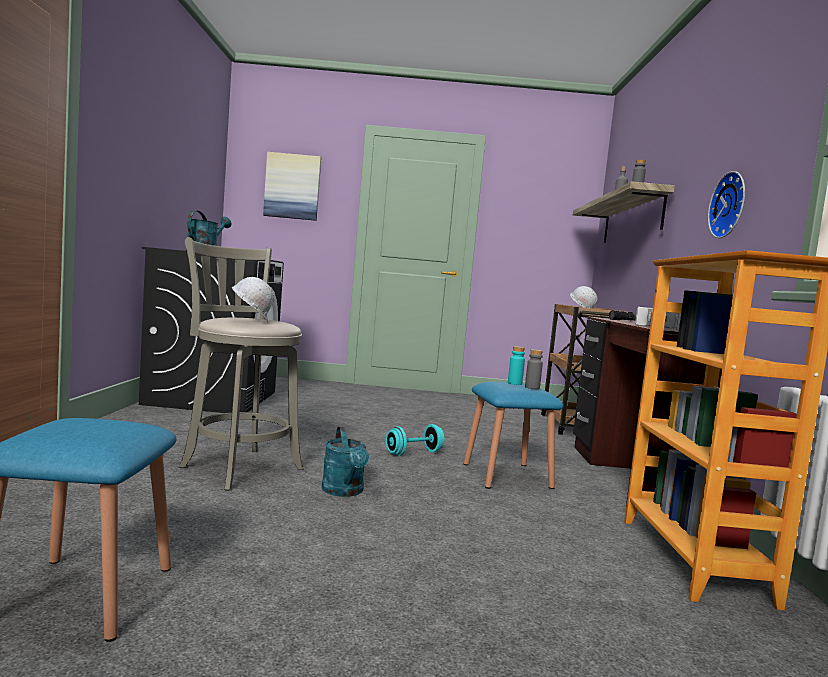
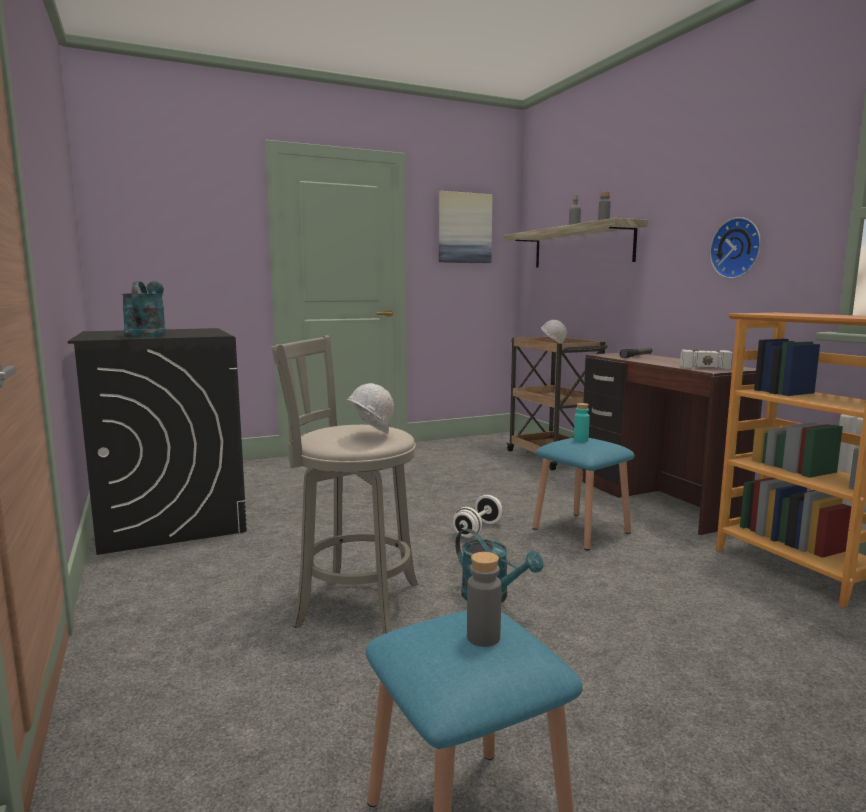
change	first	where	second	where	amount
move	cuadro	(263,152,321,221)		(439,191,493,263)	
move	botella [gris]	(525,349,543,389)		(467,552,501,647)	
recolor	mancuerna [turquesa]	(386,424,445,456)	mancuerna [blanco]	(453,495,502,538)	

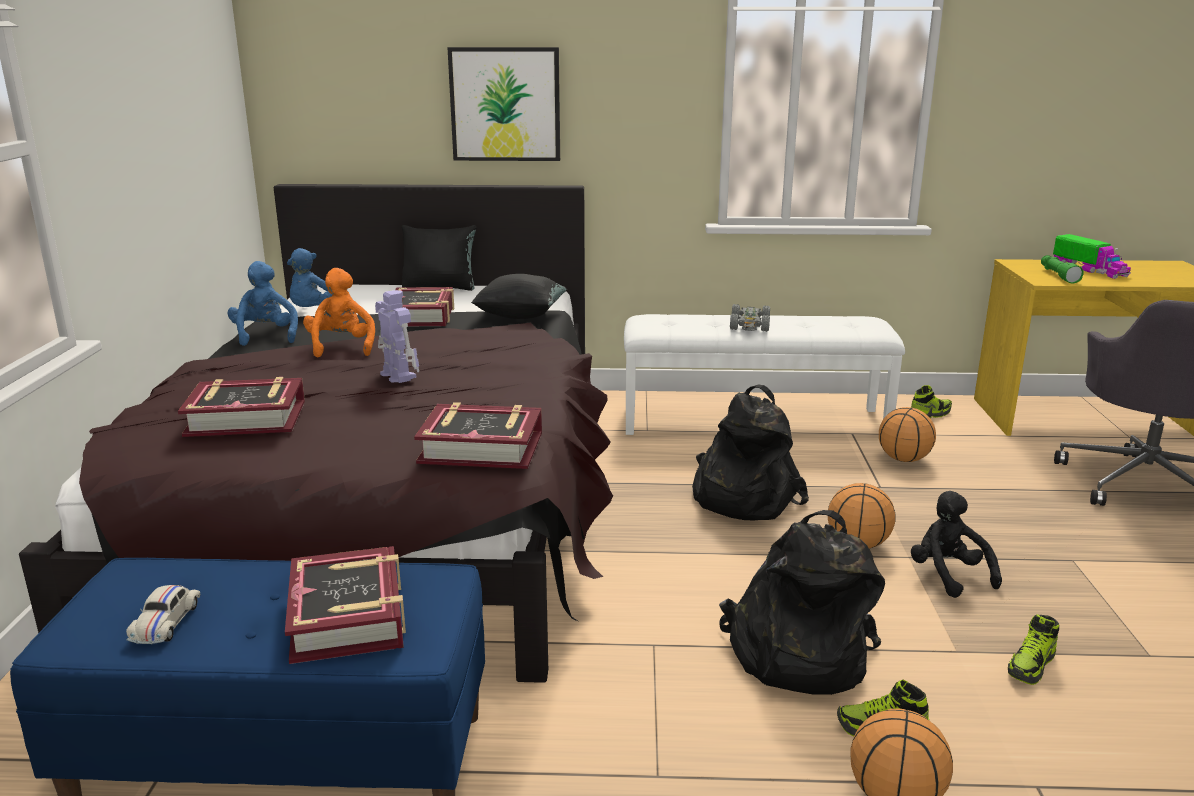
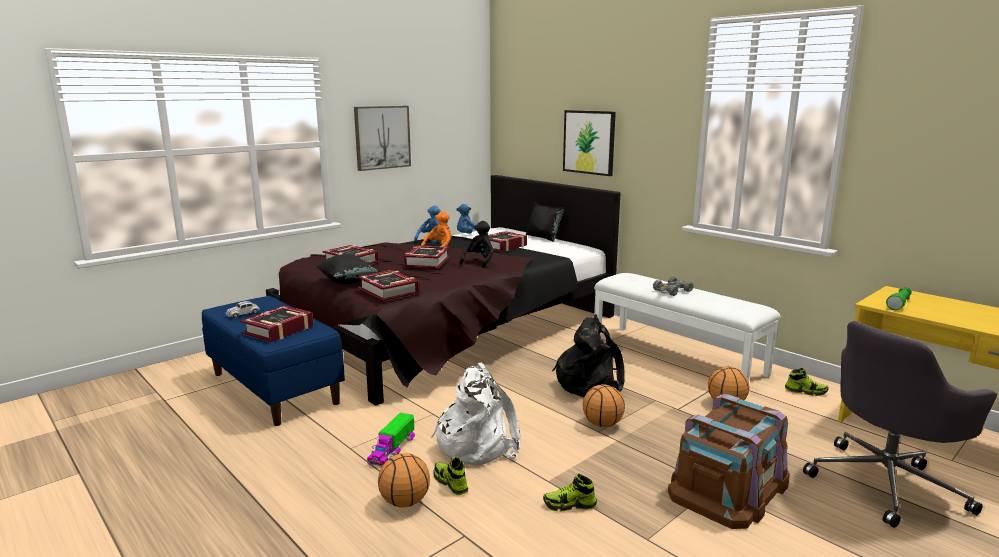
change	first	where	second	where	amount
insert			cuadro	(354,106,411,171)	
insert			caja de almacenaje [marrón]	(668,394,790,529)	
move	cojín [negro]	(471,274,567,319)		(316,254,381,284)	
move	peluche [negro]	(911,491,1002,598)		(460,221,494,268)	
move	camión de juguete	(1053,234,1131,279)		(367,412,415,467)	
replace	robot de juguete	(375,290,419,383)	libro	(404,245,450,269)	
recolor	mochila [negro]	(719,510,885,695)	mochila [blanco]	(431,363,521,466)	

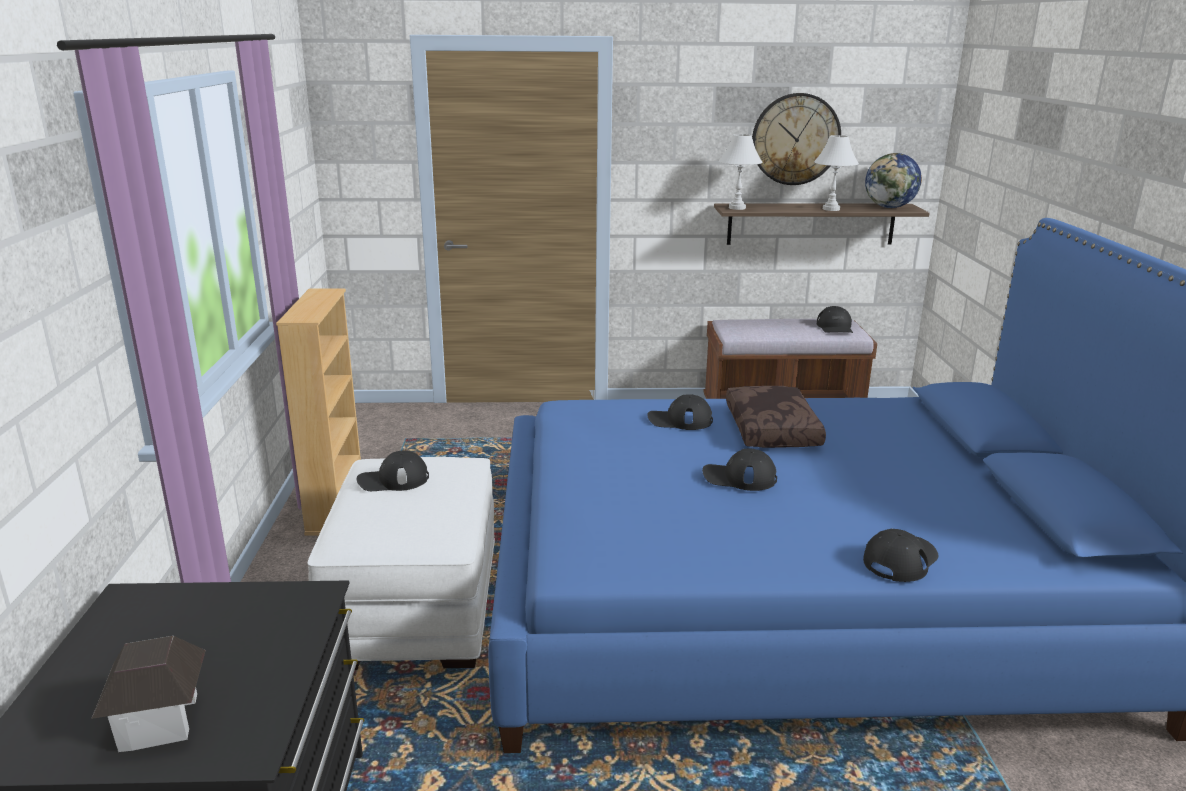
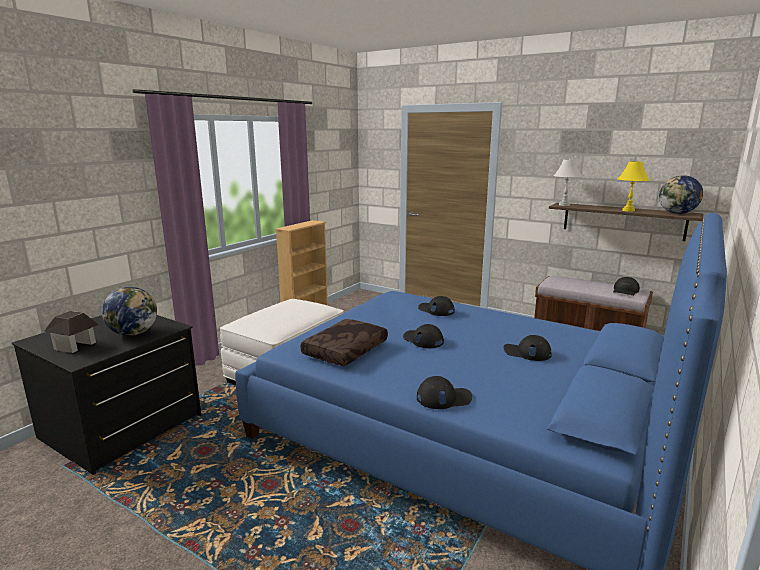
change	first	where	second	where	amount
delete	reloj de pared	(752,93,841,185)			
insert			globo terráqueo	(102,287,157,336)	
move	gorra [negro]	(357,451,429,491)		(503,335,552,361)	
move	cojín [marrón]	(726,386,826,448)		(301,319,388,366)	
recolor	lámpara de mesa [blanco]	(814,135,859,211)	lámpara de mesa [amarillo]	(618,161,650,212)	

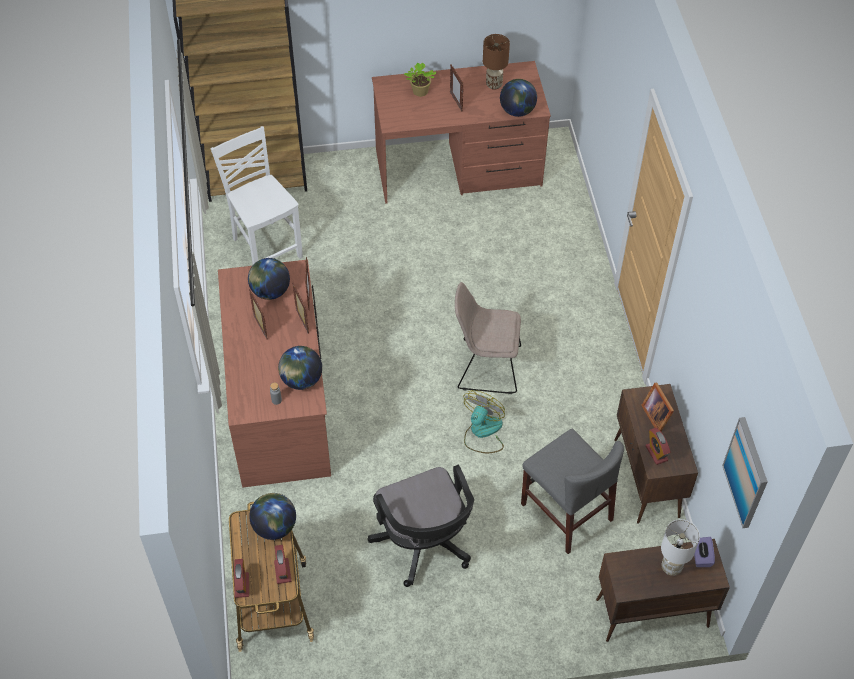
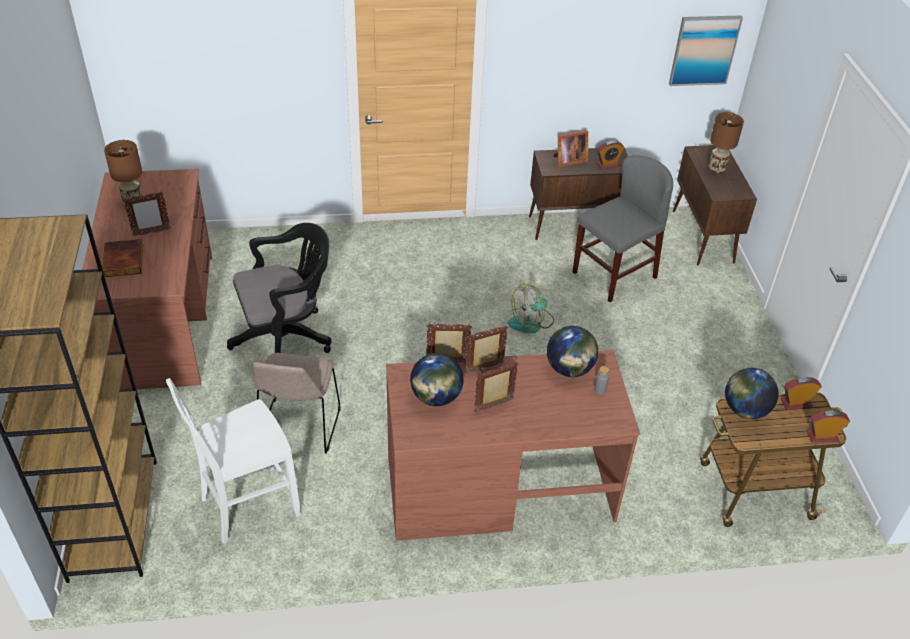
change	first	where	second	where	amount
delete	globo terráqueo	(500,79,537,117)			
delete	caja de pañuelos [morado]	(694,537,715,567)			
move	silla de oficina [negro]	(367,465,474,587)		(227,223,332,353)	
move	silla [beis]	(455,282,521,394)		(253,353,341,454)	
replace	planta en maceta	(404,63,436,96)	libro	(102,239,143,277)	
recolor	lámpara de mesa [blanco]	(661,519,700,576)	lámpara de mesa [marrón]	(709,112,744,173)	
rotate	ventilador	(464,390,505,453)		(508,283,554,333)	60 degrees counterclockwise

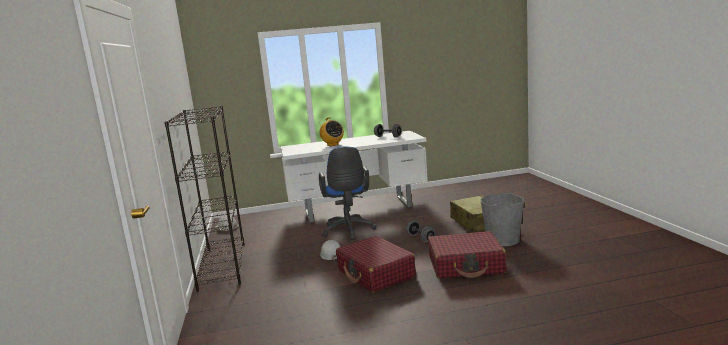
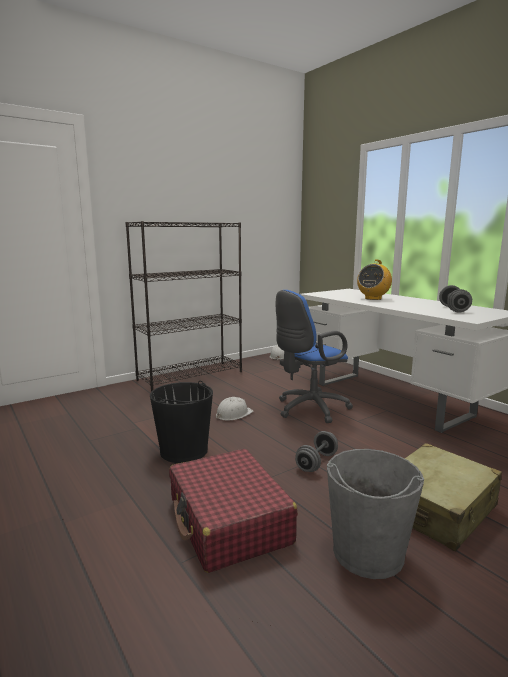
change	first	where	second	where	amount
replace	maleta [rojo]	(336,236,416,293)	cubo [negro]	(150,381,213,463)	

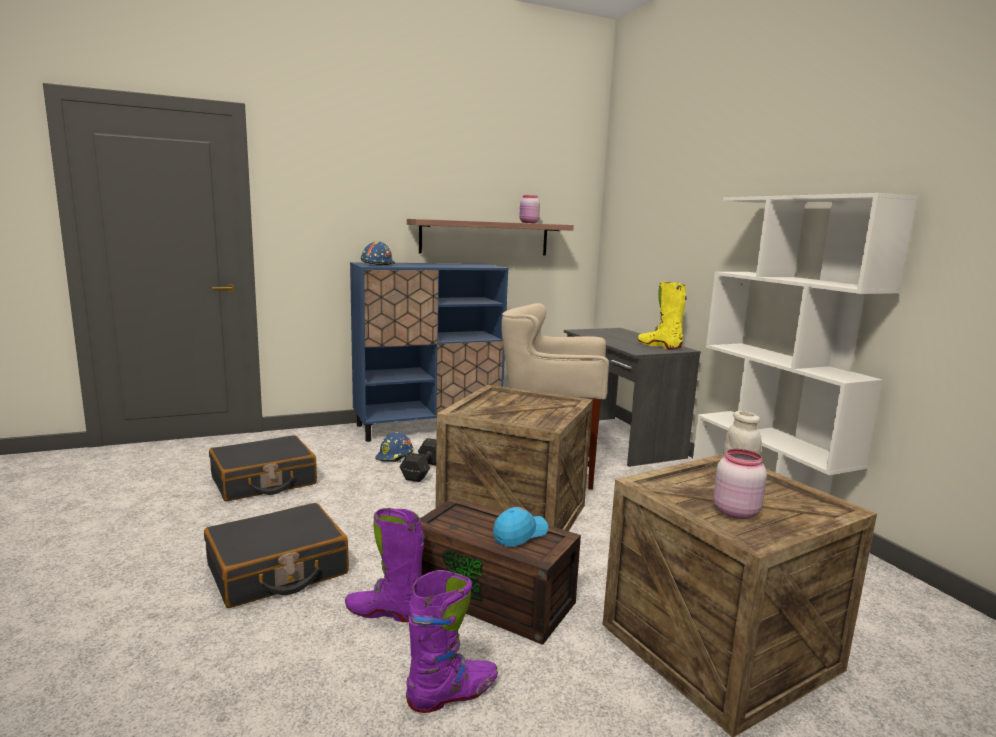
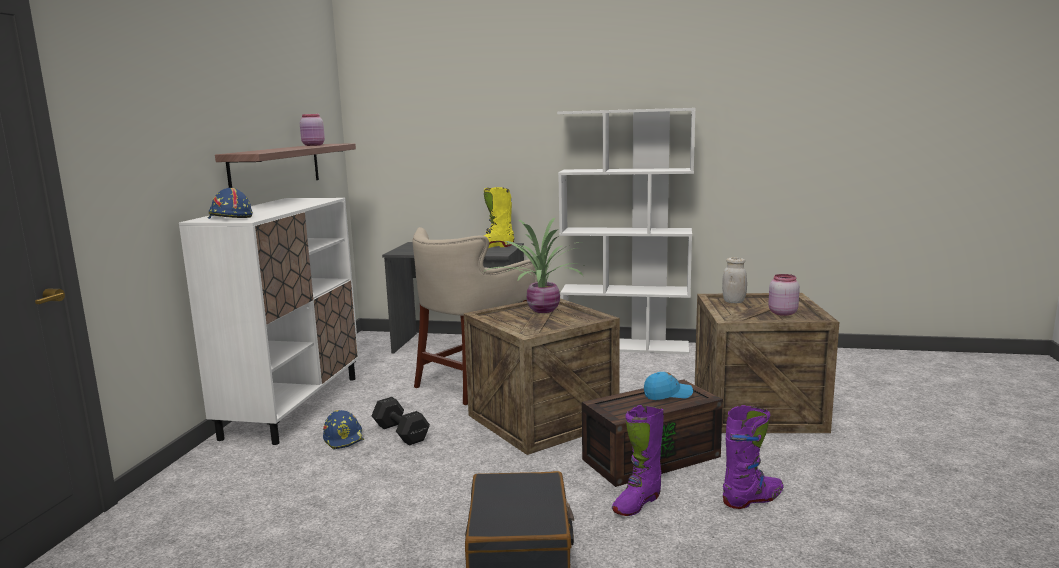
change	first	where	second	where	amount
delete	maleta [negro]	(209,435,317,501)			
insert			planta en maceta	(483,217,586,313)	
recolor	armario [azul]	(350,262,508,442)	armario [blanco]	(179,198,359,445)	
rotate	bota [morado]	(406,570,498,713)		(723,405,784,509)	60 degrees clockwise
rotate	gorra [azul]	(493,507,548,547)		(644,372,693,400)	90 degrees clockwise

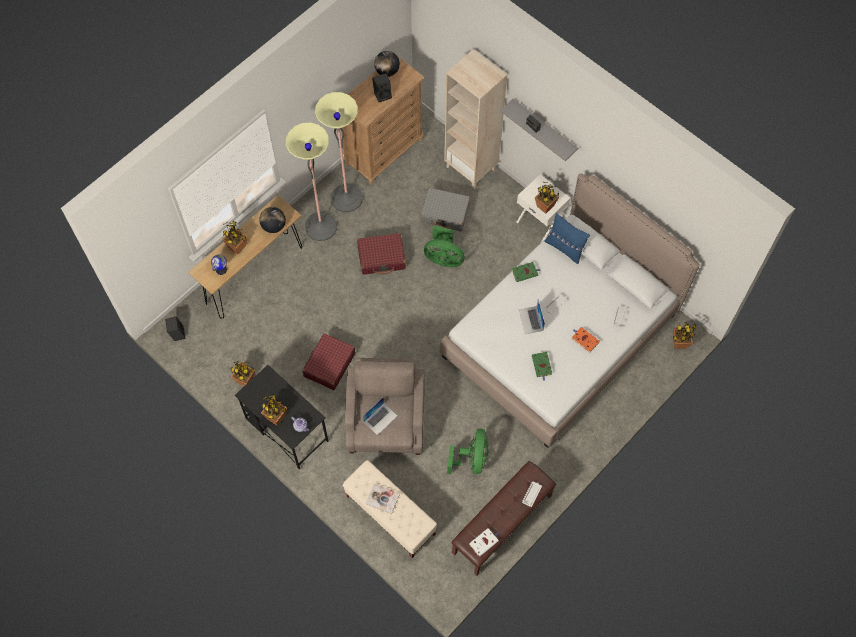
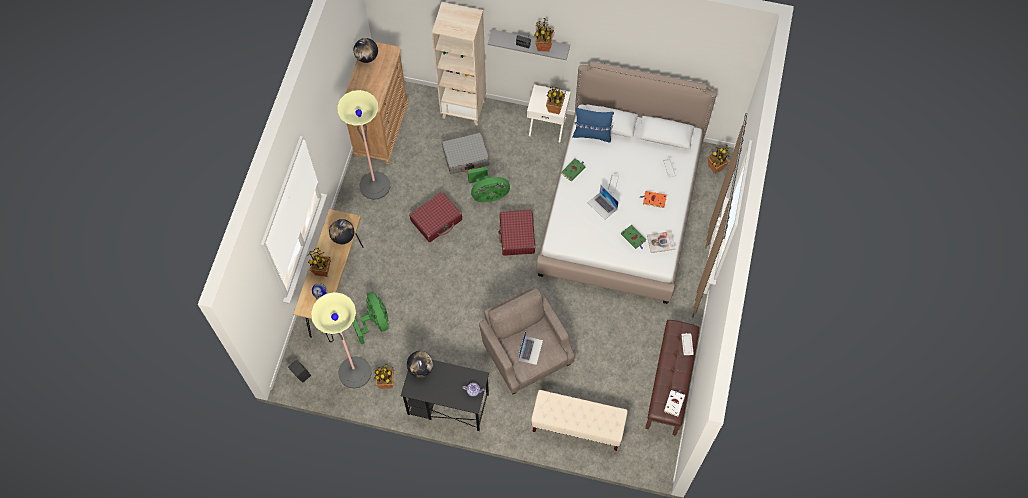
change	first	where	second	where	amount
delete	altavoz [negro]	(372,73,392,102)			
insert			globo terráqueo	(407,351,433,377)	
move	planta en maceta	(261,395,287,426)		(534,18,554,52)	
move	lámpara de pie	(286,123,337,241)		(311,292,372,389)	
move	maleta [rojo]	(302,333,355,390)		(499,210,535,256)	
move	libro	(366,484,400,514)		(647,231,676,253)	
move	ventilador [verde]	(447,429,489,474)		(353,292,389,344)	

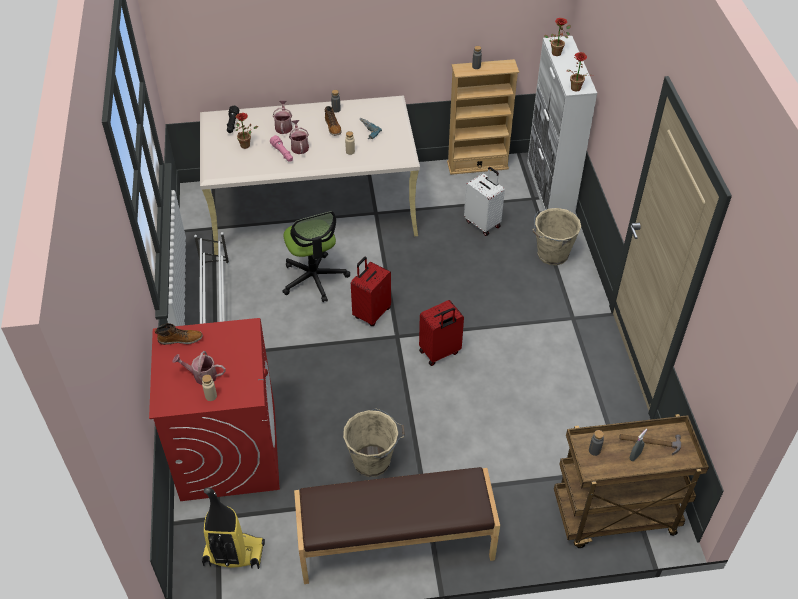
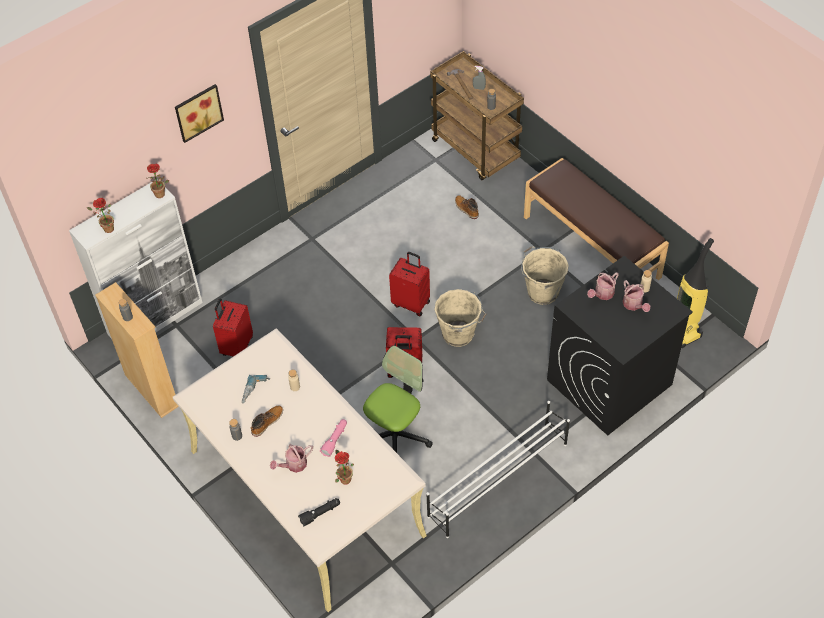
change	first	where	second	where	amount
insert			cuadro	(175,84,224,143)	
move	bota	(155,323,203,345)		(455,195,479,219)	
move	regadera	(289,120,309,154)		(587,272,619,300)	
move	cubo [beis]	(533,208,581,265)		(434,289,486,347)	
recolor	lavadora [rojo]	(149,318,280,501)	lavadora [negro]	(547,256,693,436)	
recolor	maleta [blanco]	(464,167,505,236)	maleta [rojo]	(213,298,253,356)	

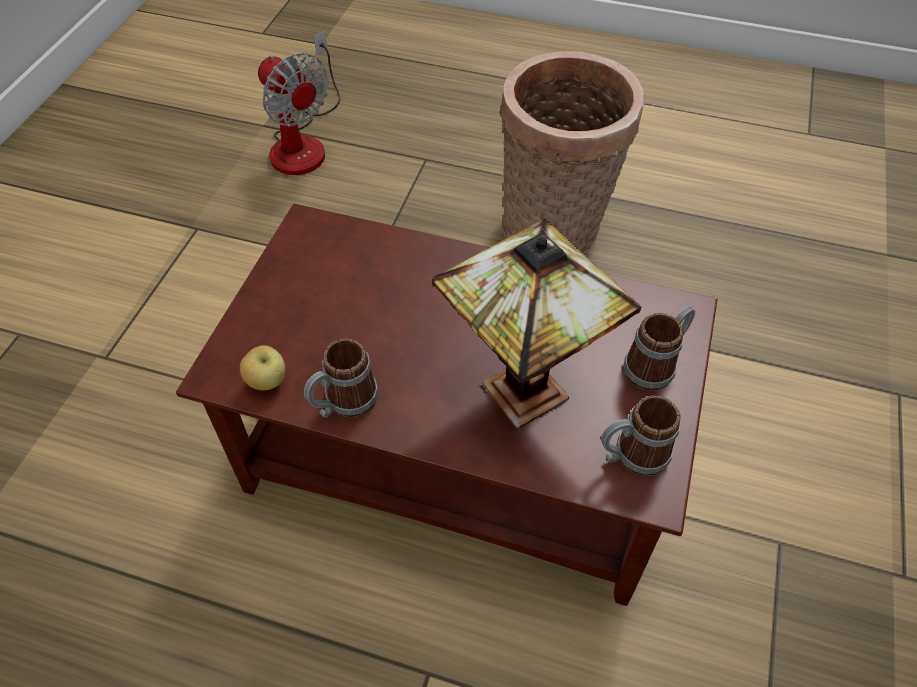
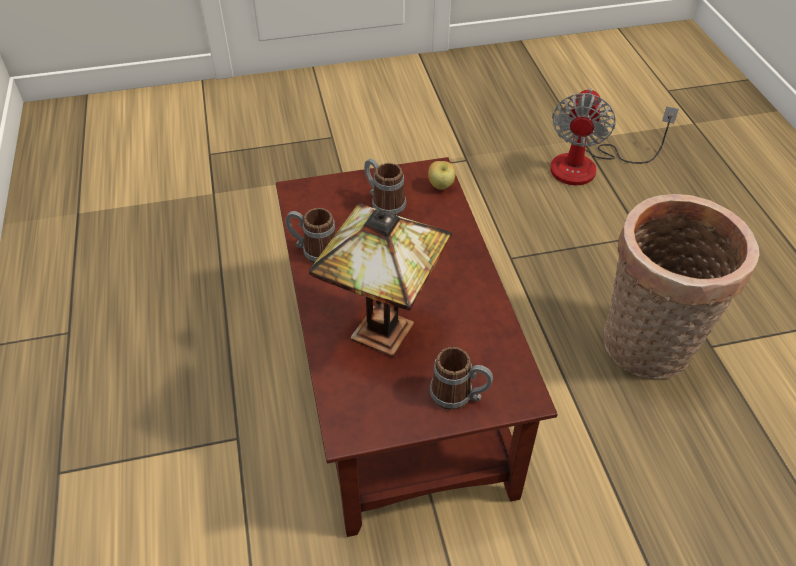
change	first	where	second	where	amount
move	manzana	(240,345,285,390)		(428,161,456,190)	
move	taza grande	(601,395,681,476)		(364,159,406,215)	

